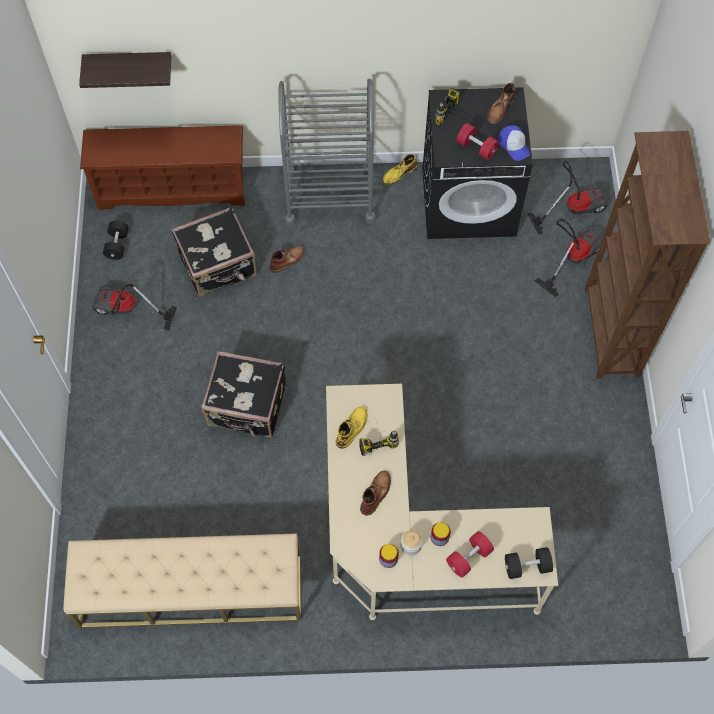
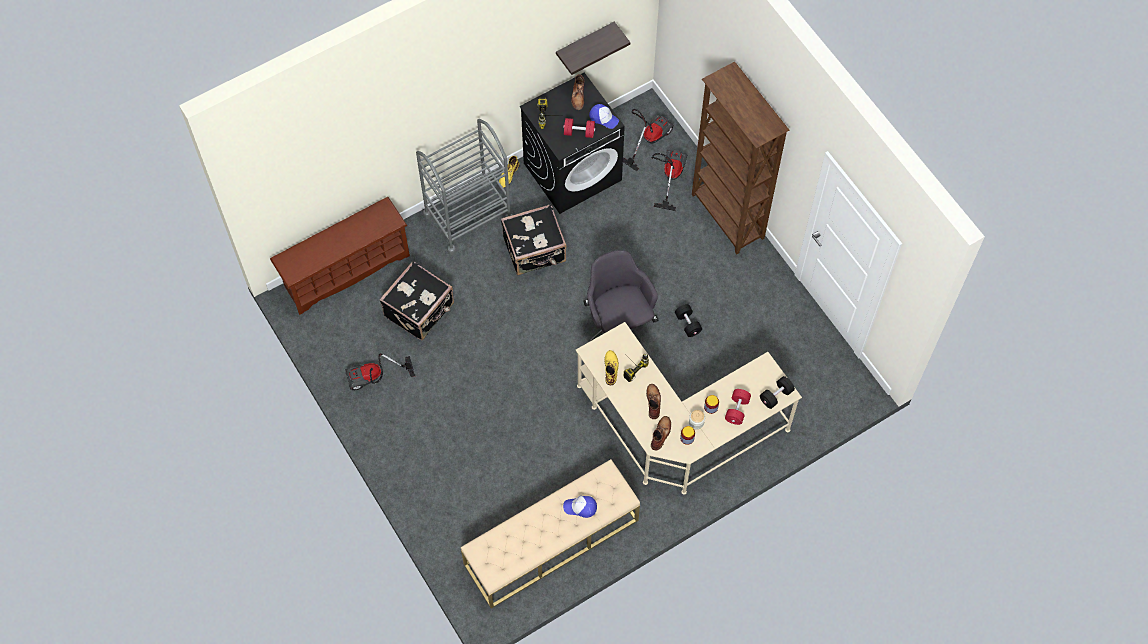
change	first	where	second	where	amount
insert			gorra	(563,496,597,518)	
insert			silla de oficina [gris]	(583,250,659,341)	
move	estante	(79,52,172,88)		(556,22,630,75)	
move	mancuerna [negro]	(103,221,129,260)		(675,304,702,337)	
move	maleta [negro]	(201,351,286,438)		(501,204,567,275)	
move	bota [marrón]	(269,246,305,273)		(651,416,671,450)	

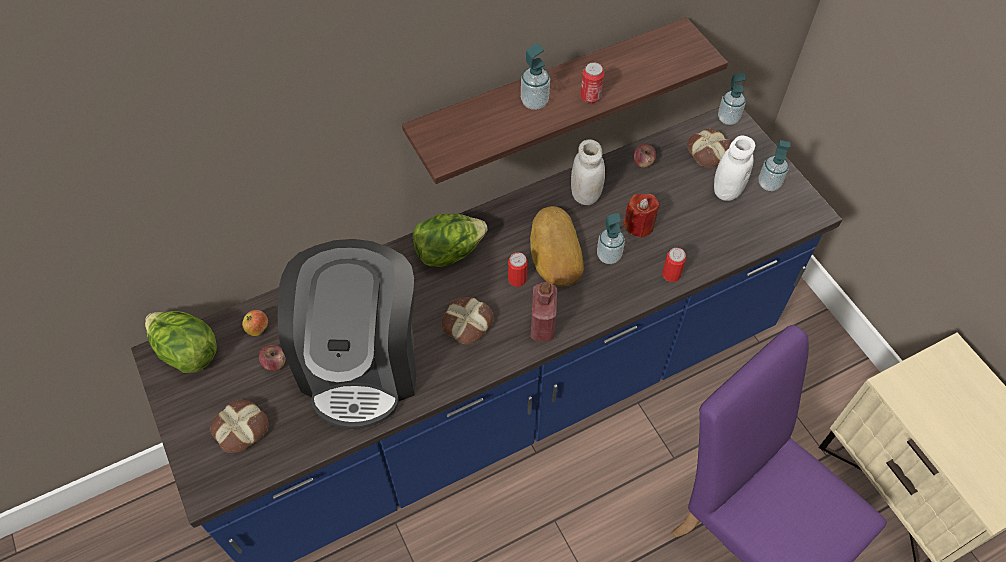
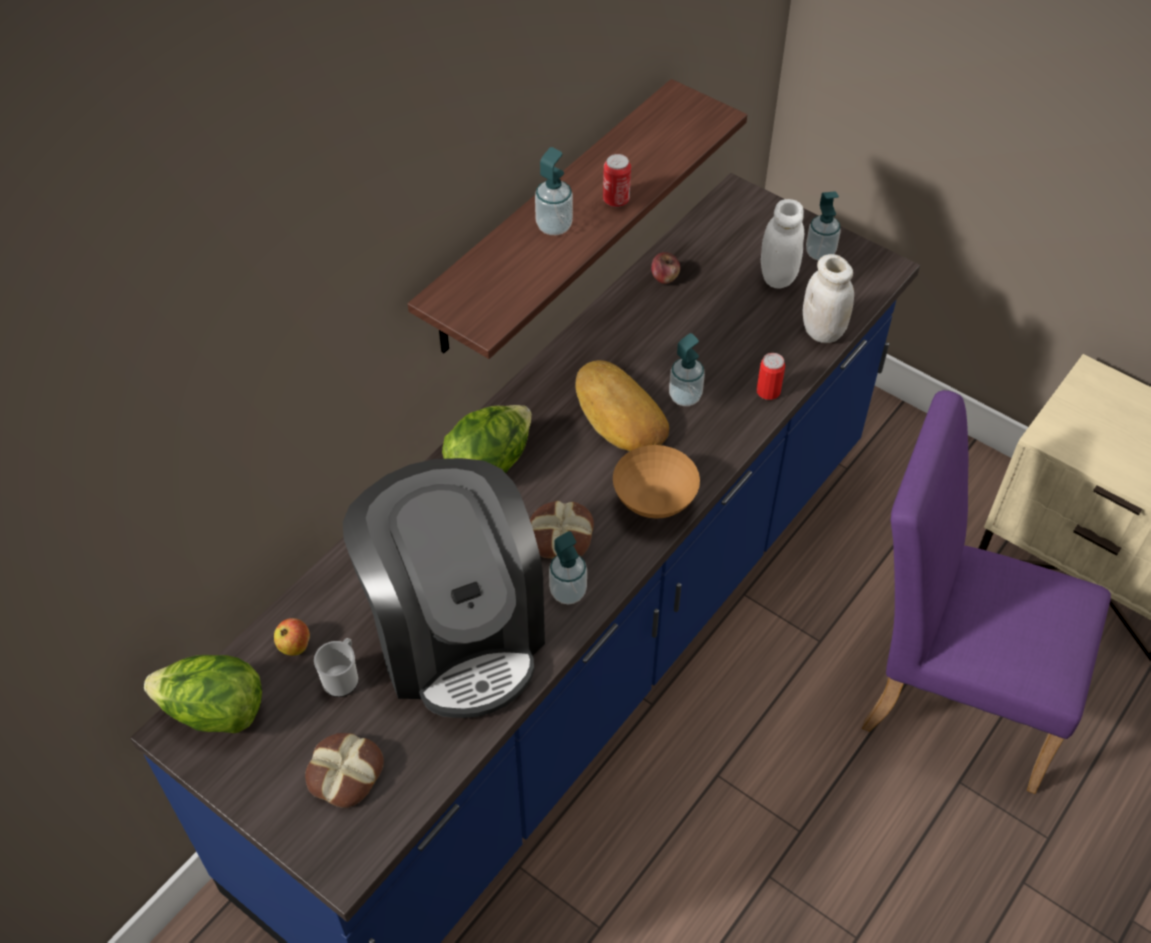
change	first	where	second	where	amount
delete	lata	(508,252,527,287)			
delete	vela [rojo]	(624,194,660,238)			
delete	pan	(687,129,731,168)			
move	tarro [blanco]	(571,139,605,205)		(803,254,854,343)	
move	dispensador de jabón	(718,73,746,125)		(549,531,587,605)	
replace	manzana	(259,344,286,371)	taza grande	(314,638,358,697)	
replace	botella [rojo]	(531,282,557,342)	cuenco [marrón]	(613,445,700,519)	

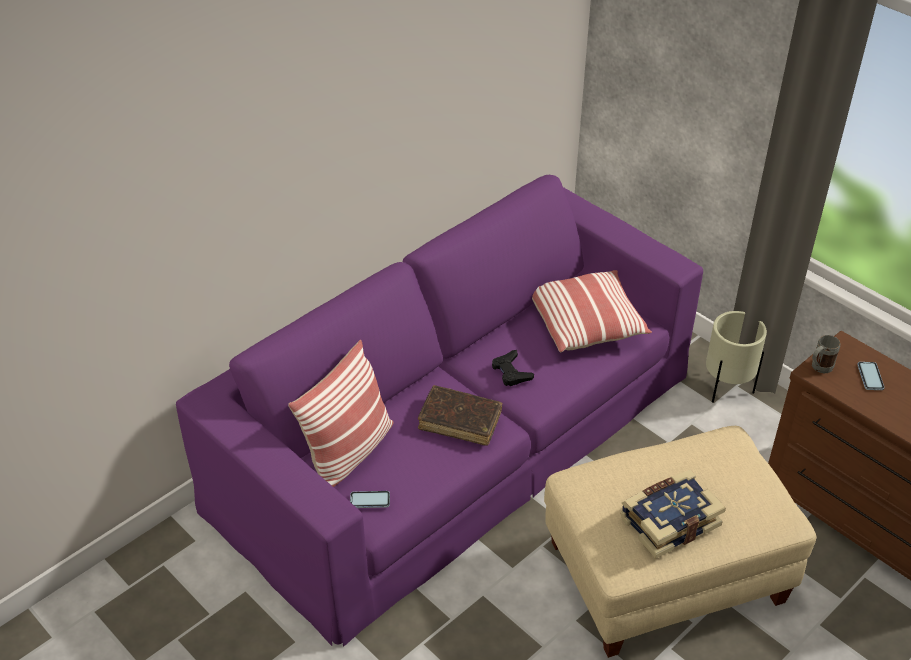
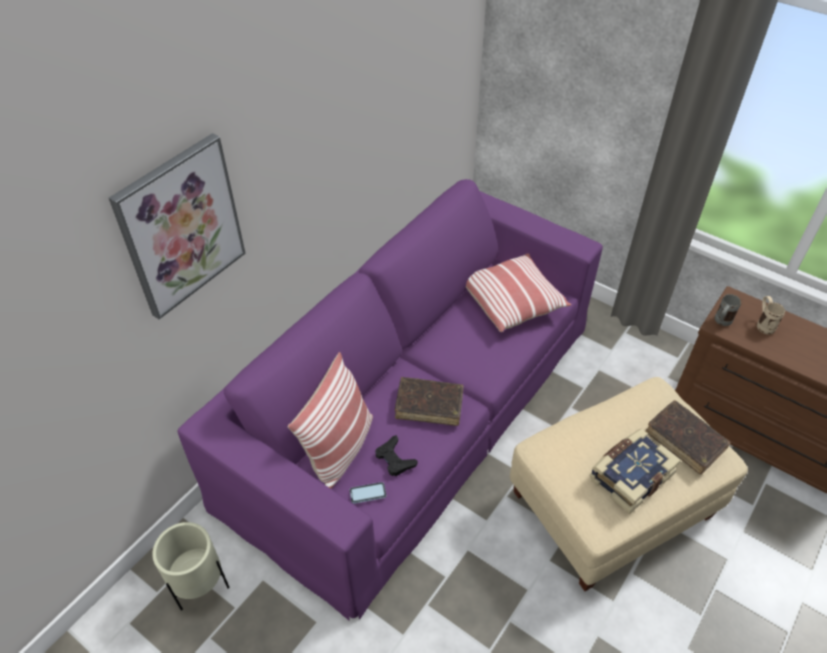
change	first	where	second	where	amount
insert			cuadro	(109,133,246,319)	
insert			libro [marrón]	(645,400,731,474)	
move	mando de consola [negro]	(492,350,534,386)		(375,435,417,476)	
move	maceta [beis]	(706,311,767,403)		(152,522,229,611)	
replace	móvil	(857,362,885,390)	taza grande [beis]	(757,296,785,334)	

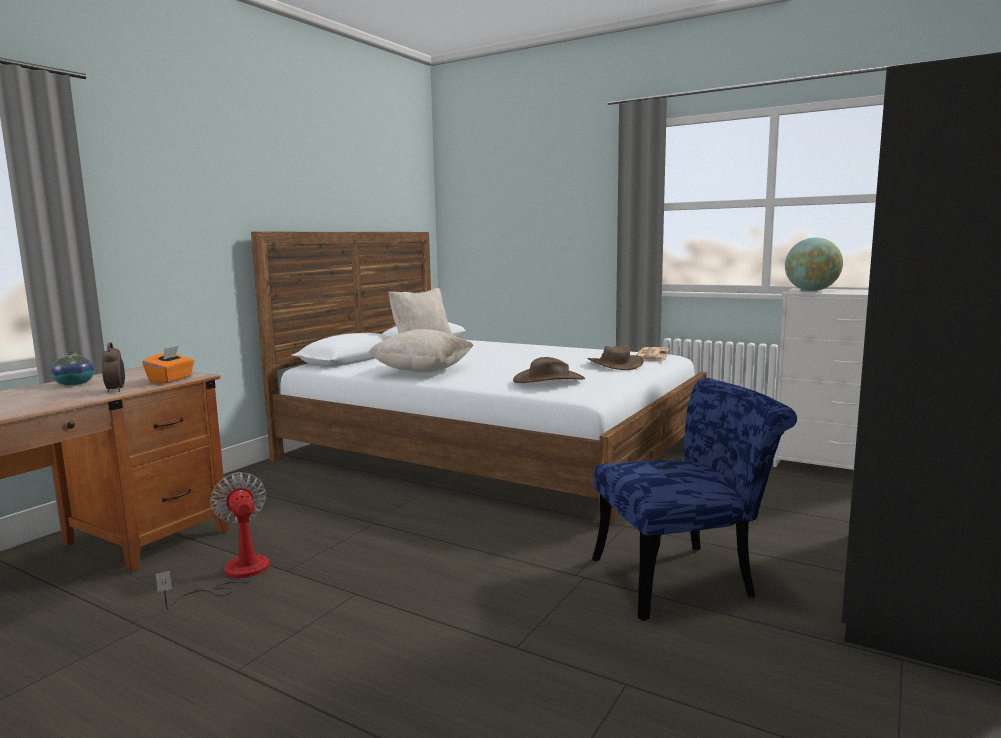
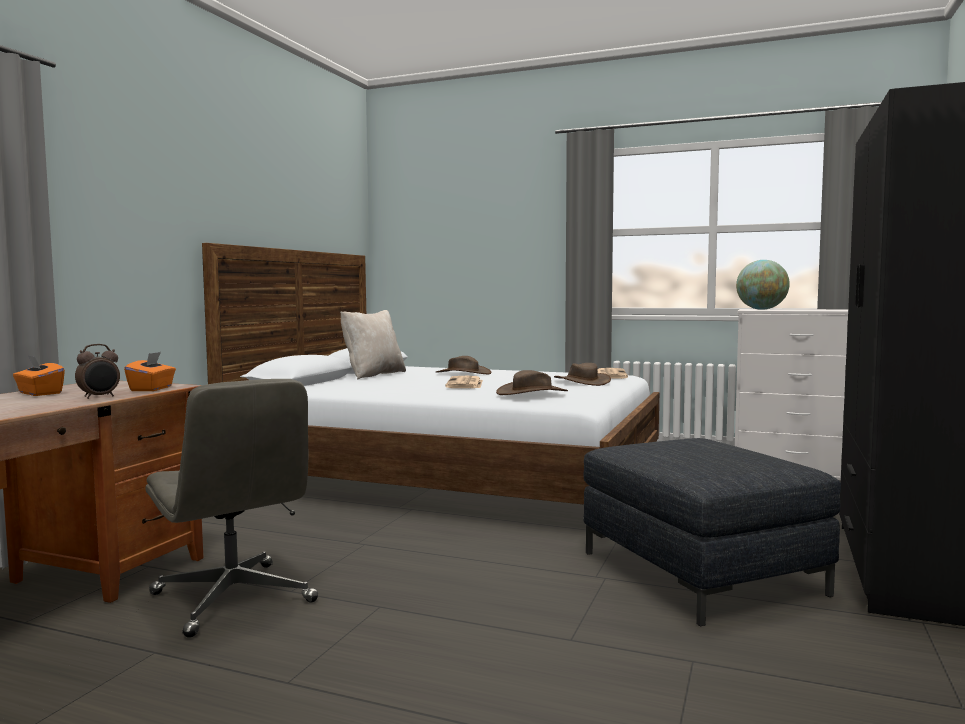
change	first	where	second	where	amount
delete	cojín [beis]	(368,329,474,373)			
insert			sombrero [marrón]	(436,356,492,374)	
insert			periódico	(445,376,483,388)	
replace	florero	(51,352,94,385)	caja de pañuelos [naranja]	(13,355,65,396)	
replace	ventilador	(156,472,269,609)	silla de oficina [gris]	(145,379,318,638)	
replace	silla [azul]	(592,378,797,621)	puf [gris]	(583,438,841,626)	
rotate	despertador	(102,342,125,392)		(75,344,120,399)	75 degrees clockwise

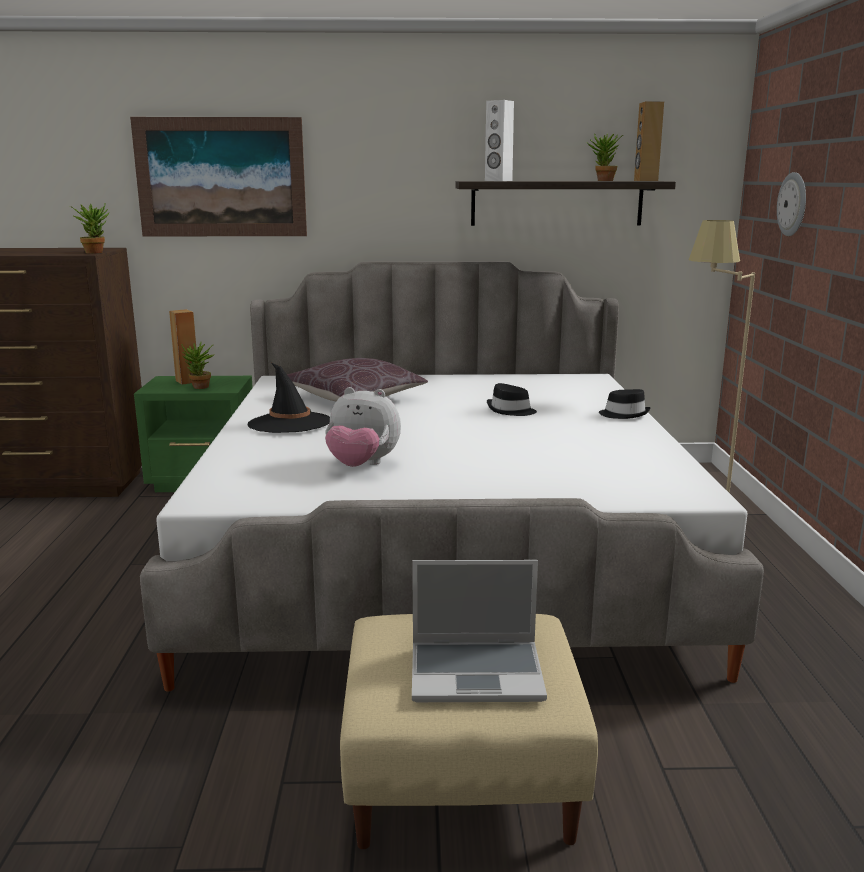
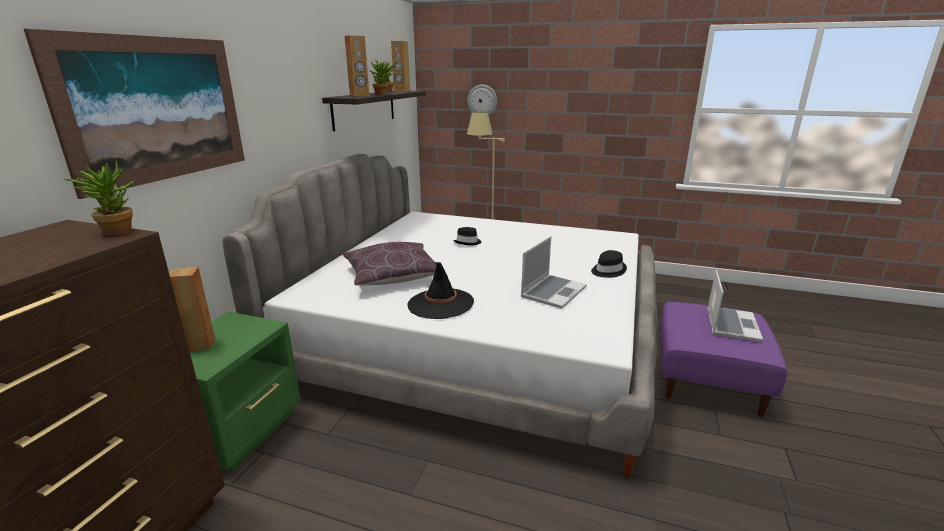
change	first	where	second	where	amount
move	planta en maceta	(181,342,215,389)		(370,60,393,95)	
move	sombrero [negro]	(599,389,650,419)		(591,250,627,278)	
replace	peluche	(325,387,401,467)	portátil	(521,236,587,309)	
recolor	puf [beis]	(340,614,598,849)	puf [morado]	(660,302,787,417)	
recolor	altavoz [blanco]	(485,100,514,181)	altavoz [marrón]	(345,35,369,97)	

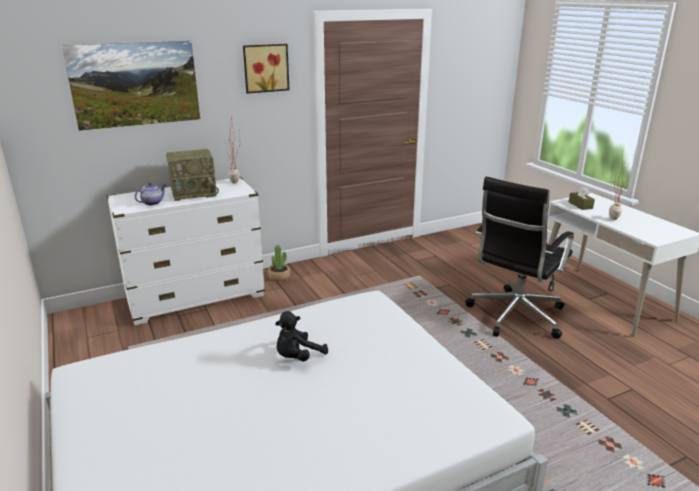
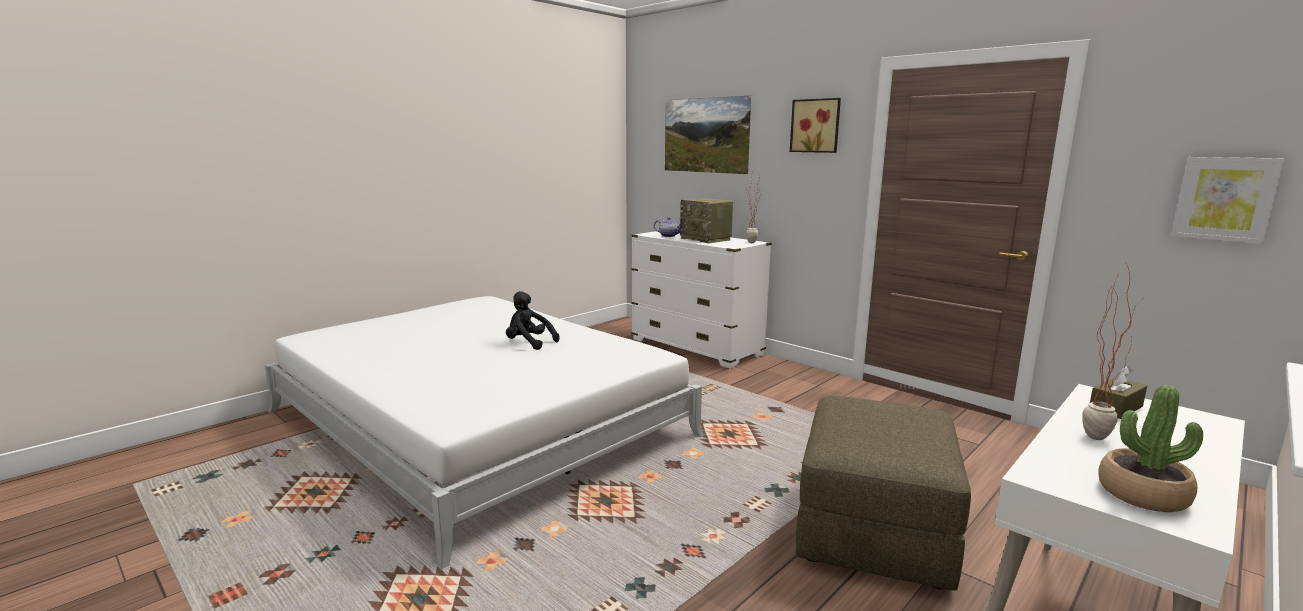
change	first	where	second	where	amount
insert			cuadro	(1171,157,1285,244)	
move	planta en maceta	(268,245,291,281)		(1098,385,1203,512)	
replace	silla de oficina [negro]	(465,177,574,339)	puf [marrón]	(796,396,971,591)	

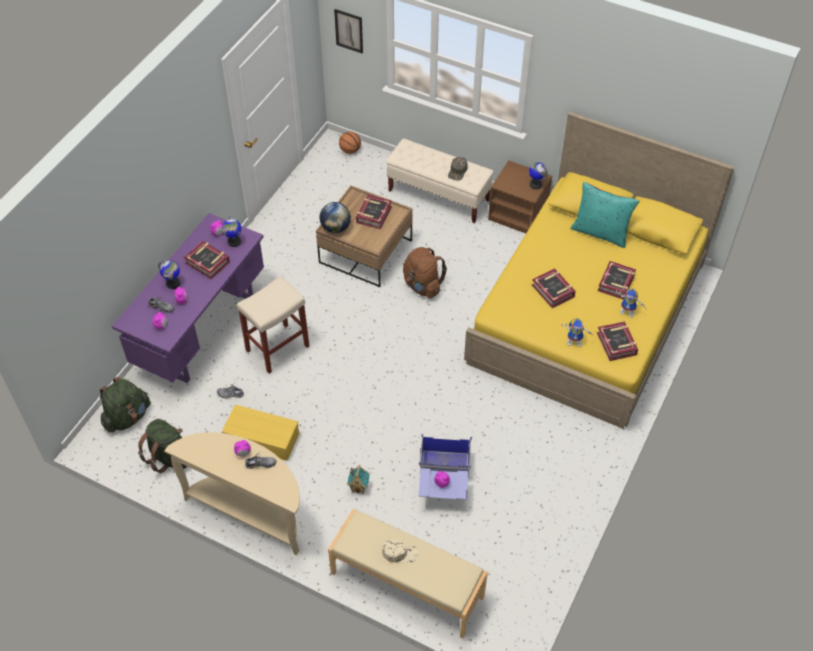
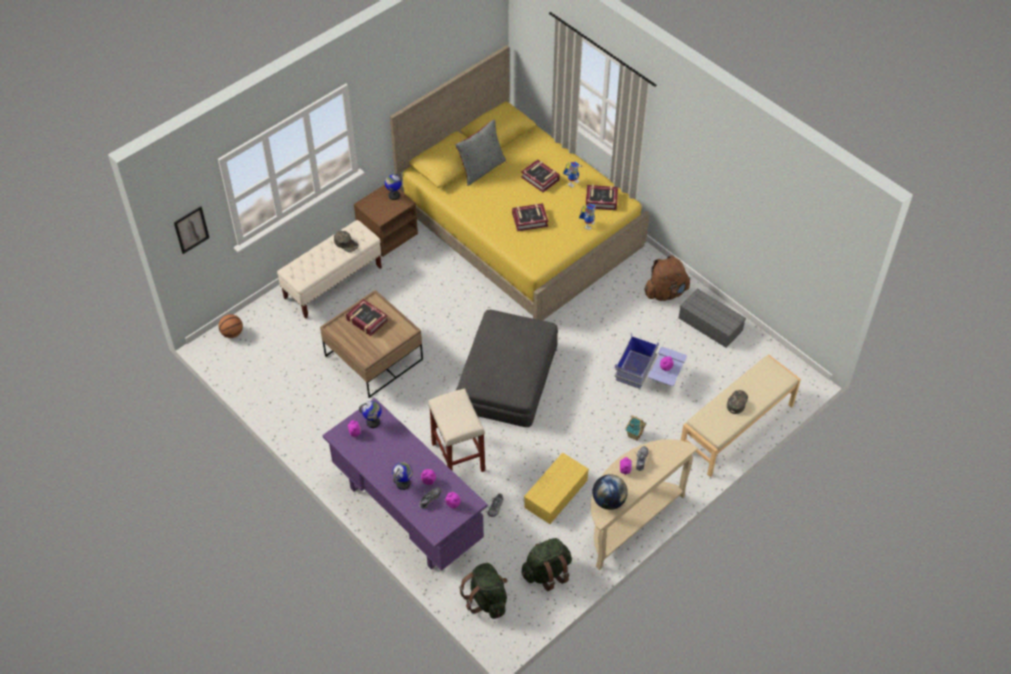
change	first	where	second	where	amount
delete	libro	(184,241,230,279)			
insert			puf [gris]	(456,310,558,427)	
insert			caja de almacenaje [gris]	(679,289,746,348)	
move	globo terráqueo	(319,202,351,233)		(592,474,628,510)	
move	mochila [marrón]	(403,247,447,298)		(645,255,691,301)	
recolor	gorra [beis]	(382,539,418,563)	gorra [verde]	(727,390,748,414)	
recolor	cojín [turquesa]	(570,182,639,248)	cojín [gris]	(456,119,506,186)	

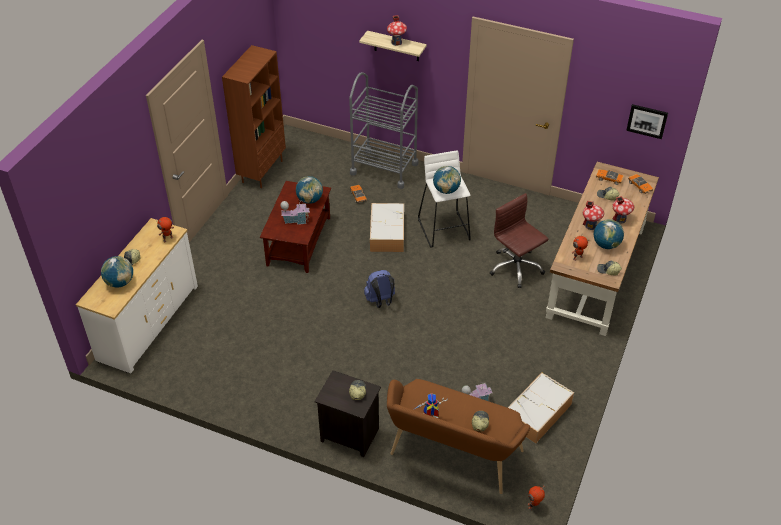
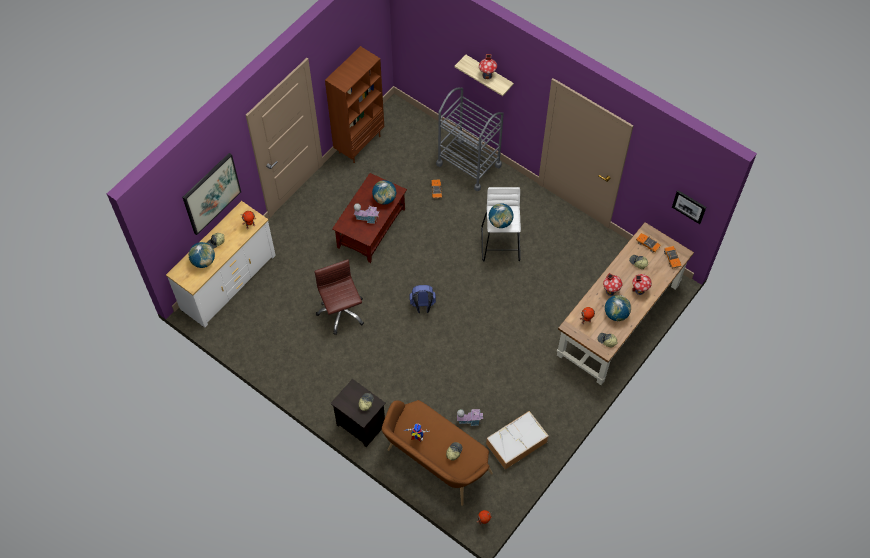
change	first	where	second	where	amount
delete	caja de almacenaje	(370,203,404,252)			
insert			cuadro	(182,153,241,235)	
move	silla de oficina [marrón]	(490,193,549,288)		(314,259,364,335)	

